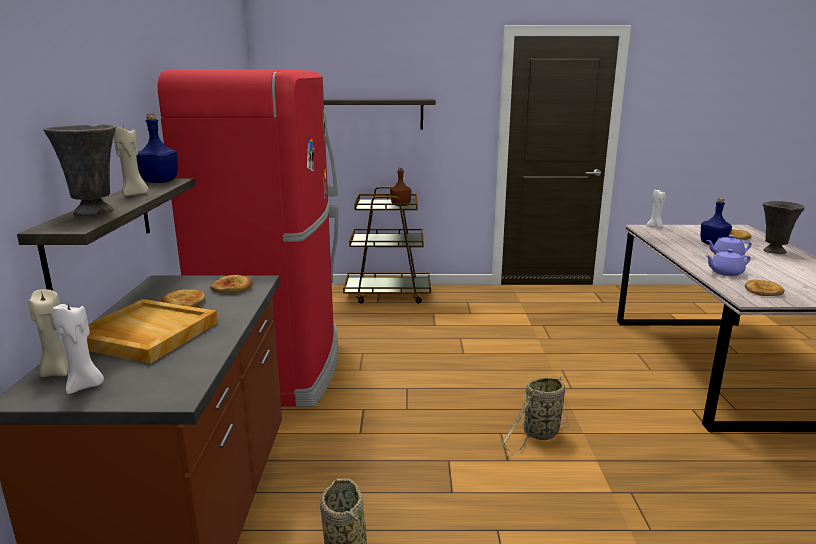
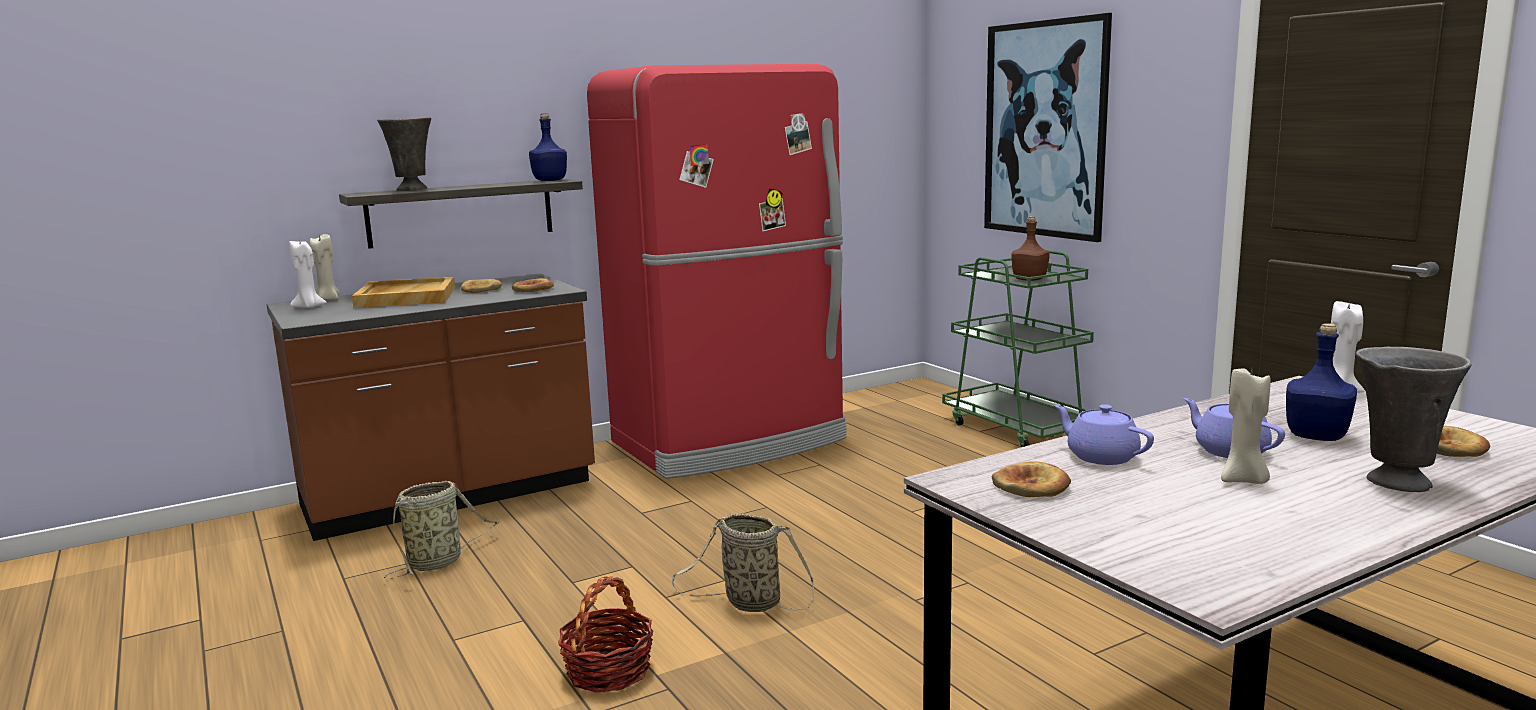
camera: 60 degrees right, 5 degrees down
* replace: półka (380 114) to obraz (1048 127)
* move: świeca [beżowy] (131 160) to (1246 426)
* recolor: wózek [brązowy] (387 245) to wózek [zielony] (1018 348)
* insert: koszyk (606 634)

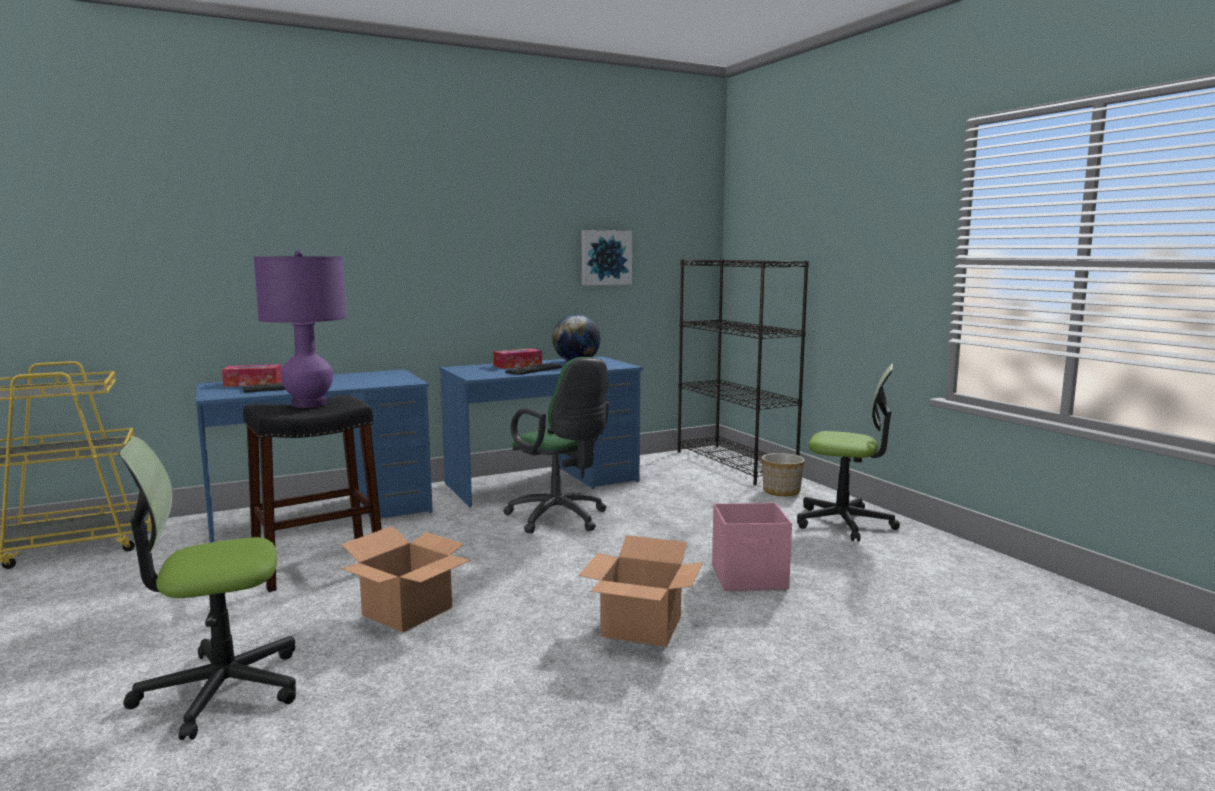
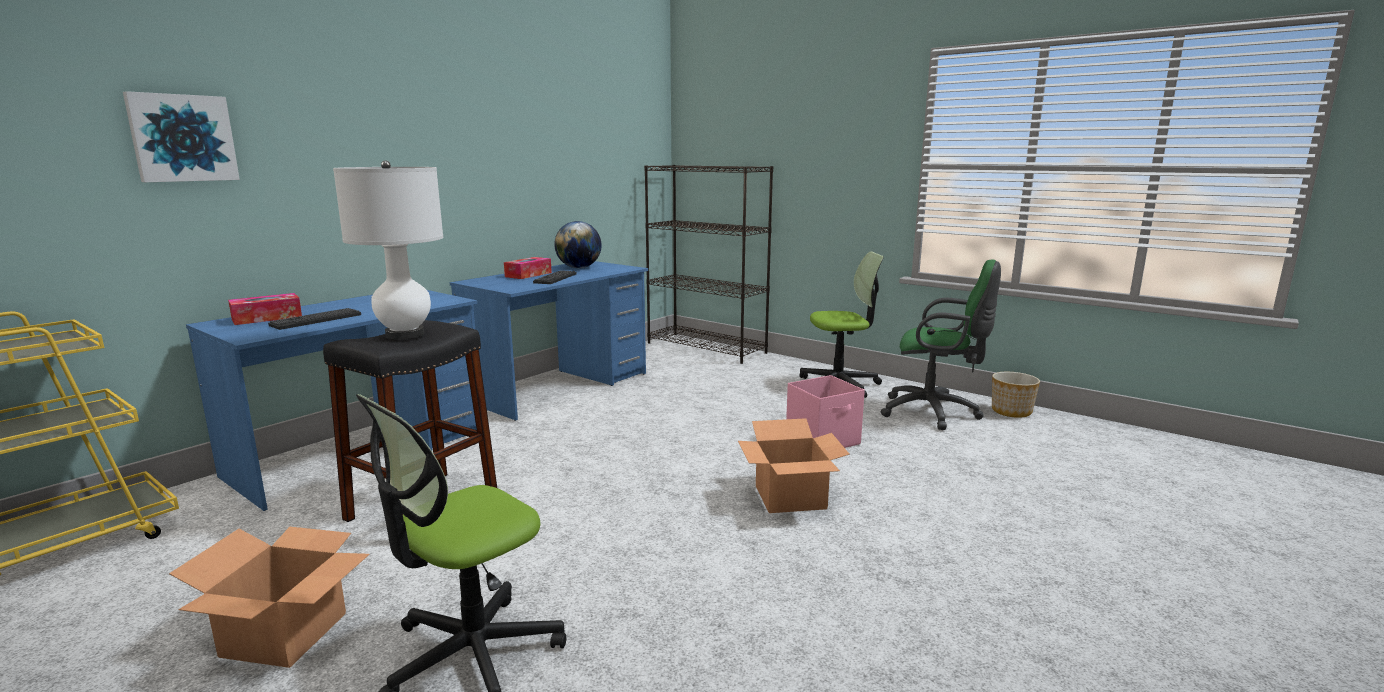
camera: 25 degrees left, 5 degrees up
* move: obraz (606 257) to (181 136)
* recolor: lampa stołowa [fioletowy] (300 329) to lampa stołowa [biały] (388 250)
* move: krzesło biurowe [zielony] (556 445) to (941 345)
* move: donica (783 474) to (1016 395)
* move: karton (405 579) to (269 597)

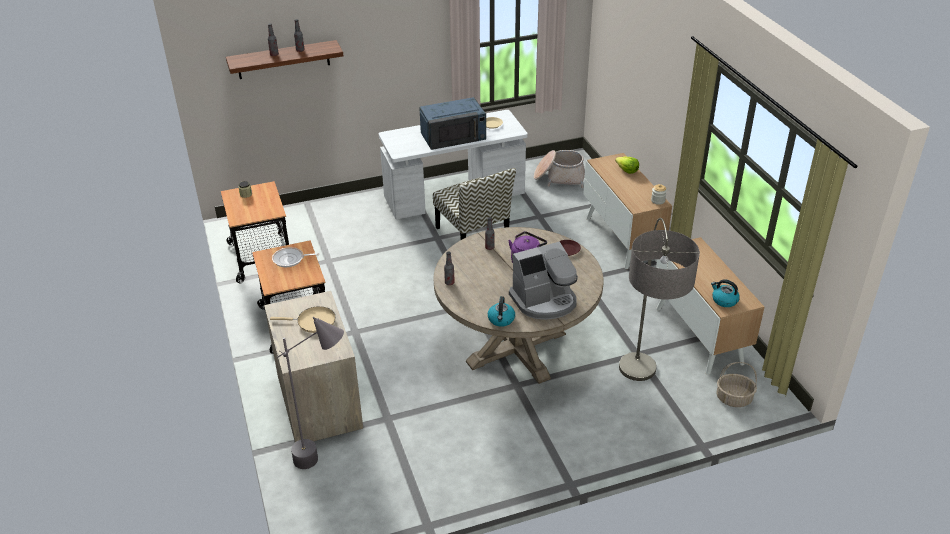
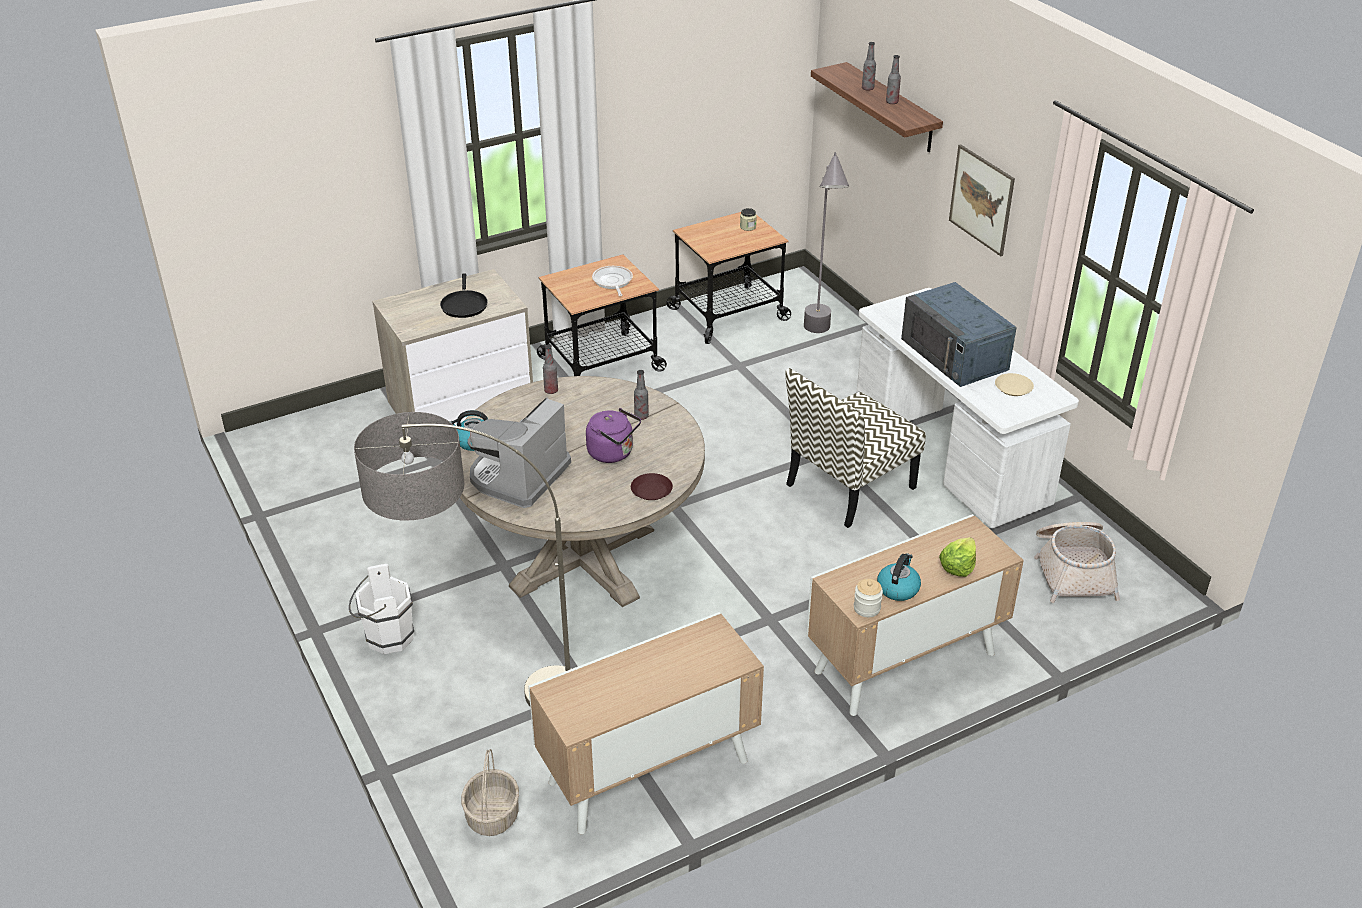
camera: 80 degrees right, 0 degrees up
* rotate: ekspres do kawy (543 280) = (519 452) 60 degrees clockwise
* move: czajnik (725 293) to (899 577)
* recolor: patelnia [beżowy] (303 319) to patelnia [czarny] (464 295)
* move: lampa stojąca [szary] (310 393) to (826 242)
* insert: obraz (982 200)
* insert: wiadro [biały] (381 609)

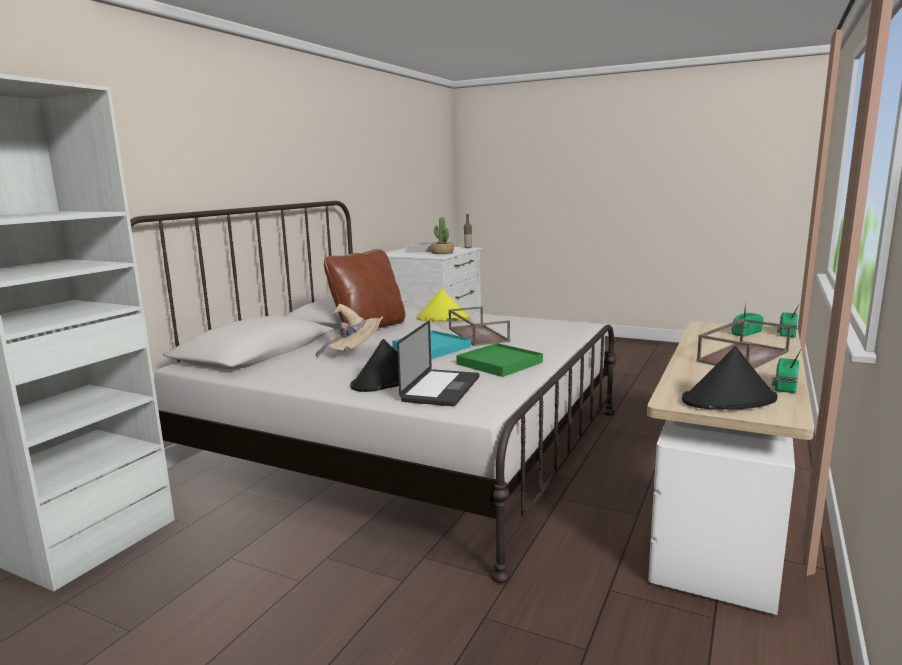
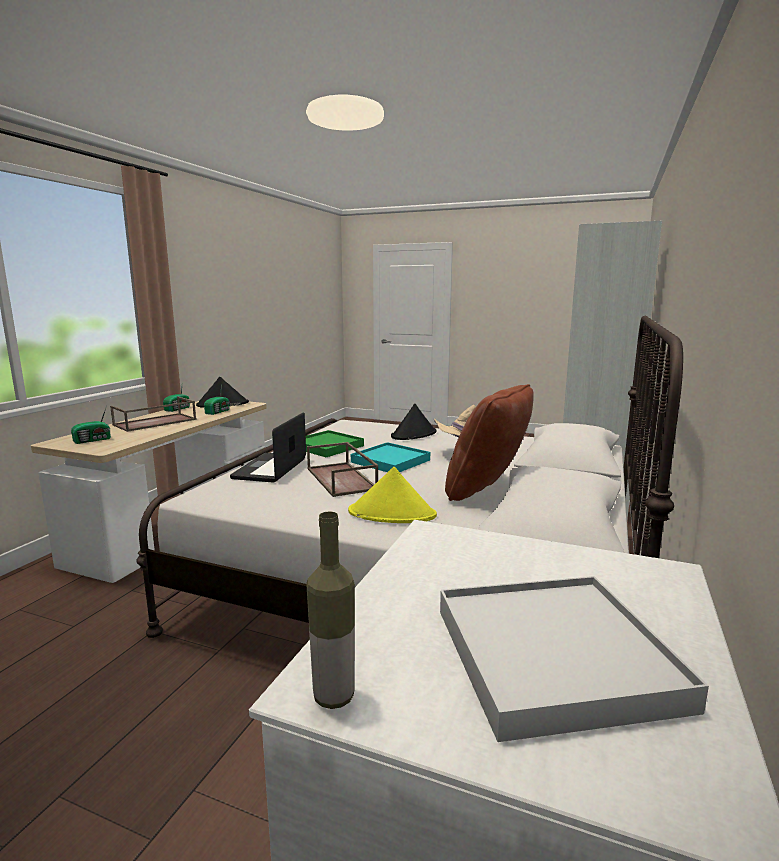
camera: 175 degrees right, 0 degrees up
* delete: roślina doniczkowa (442 235)
* move: radio (788 320) to (217 399)
* move: laptop (438 363) to (268 447)

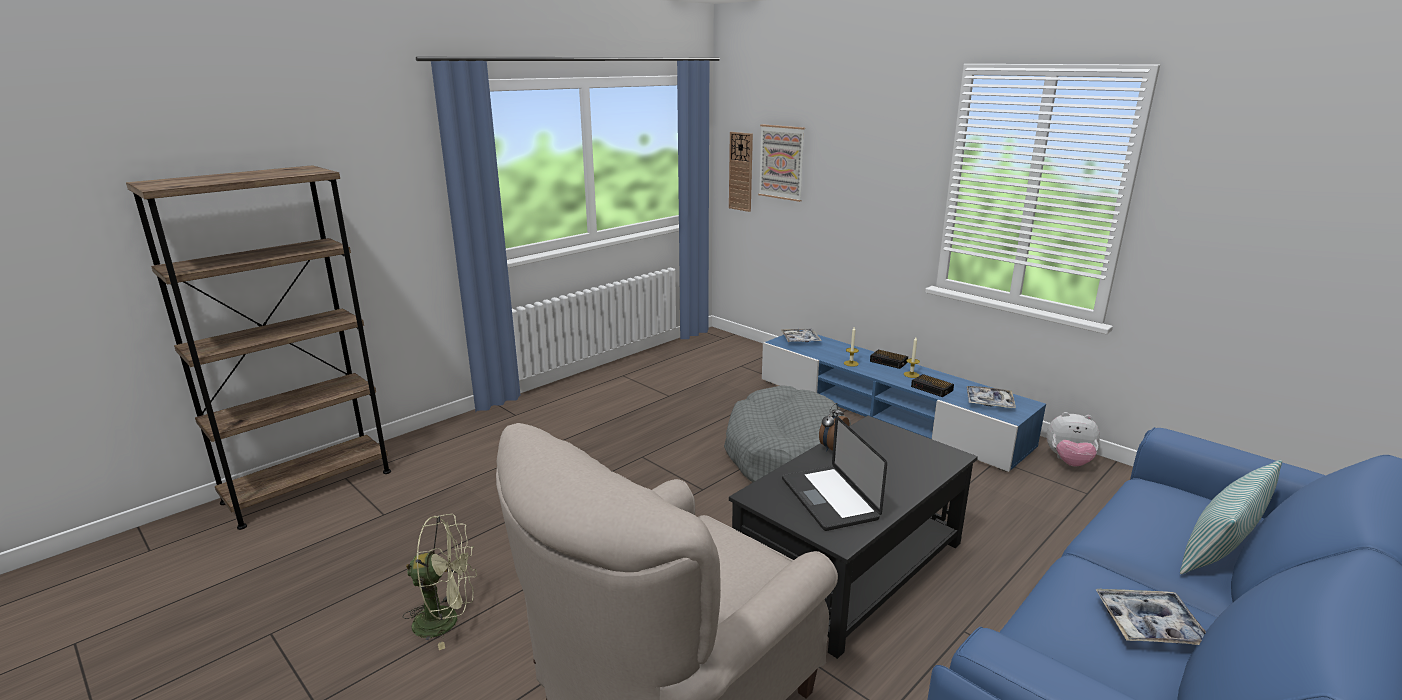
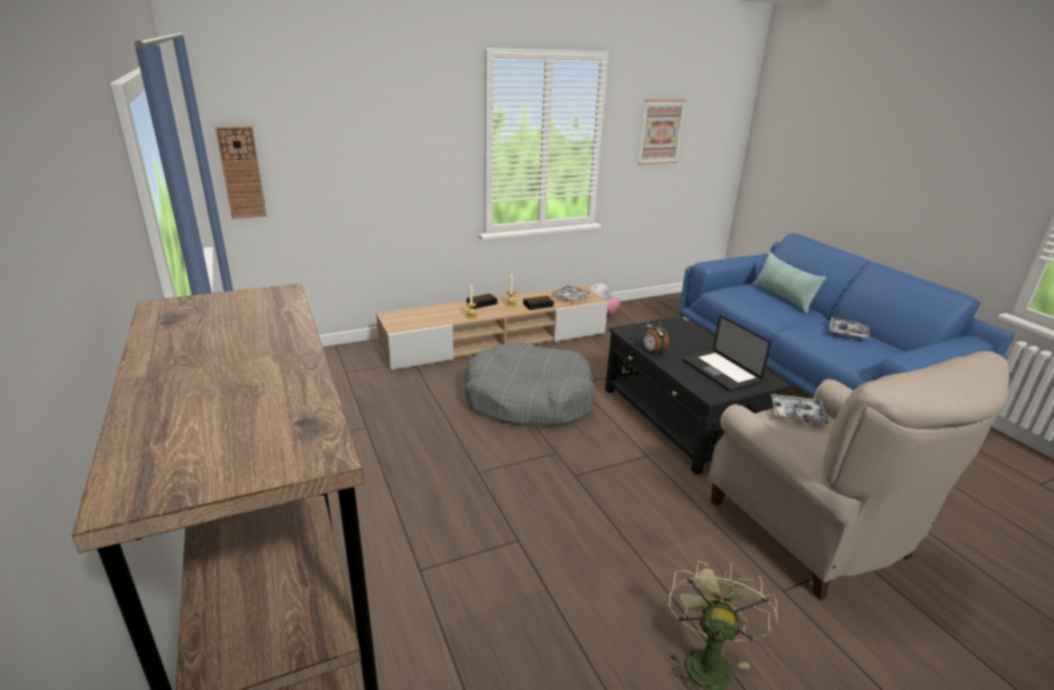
camera: 70 degrees left, 5 degrees up
* move: obraz (781 163) to (662 132)
* move: taca (801 335) to (800 409)
* recolor: szafka pod telewizor [niebieski] (904 401) to szafka pod telewizor [beżowy] (492 327)
* rotate: laptop (834 473) = (727 353) 60 degrees clockwise

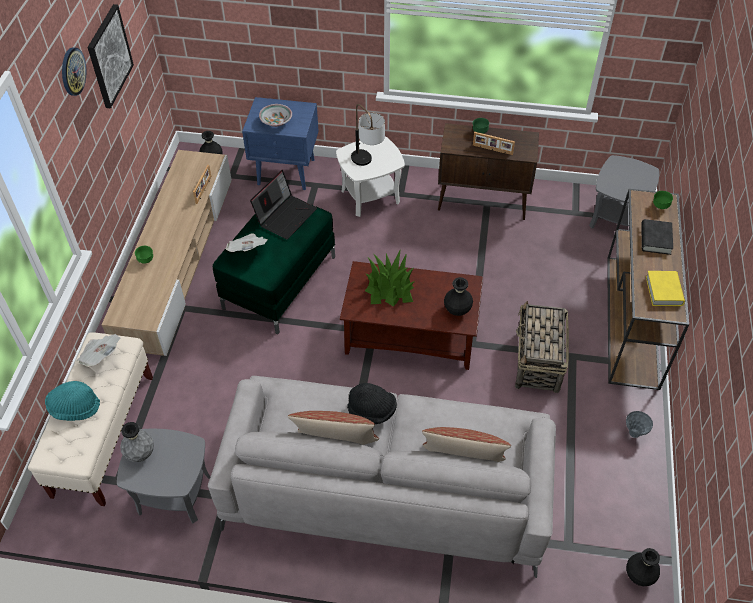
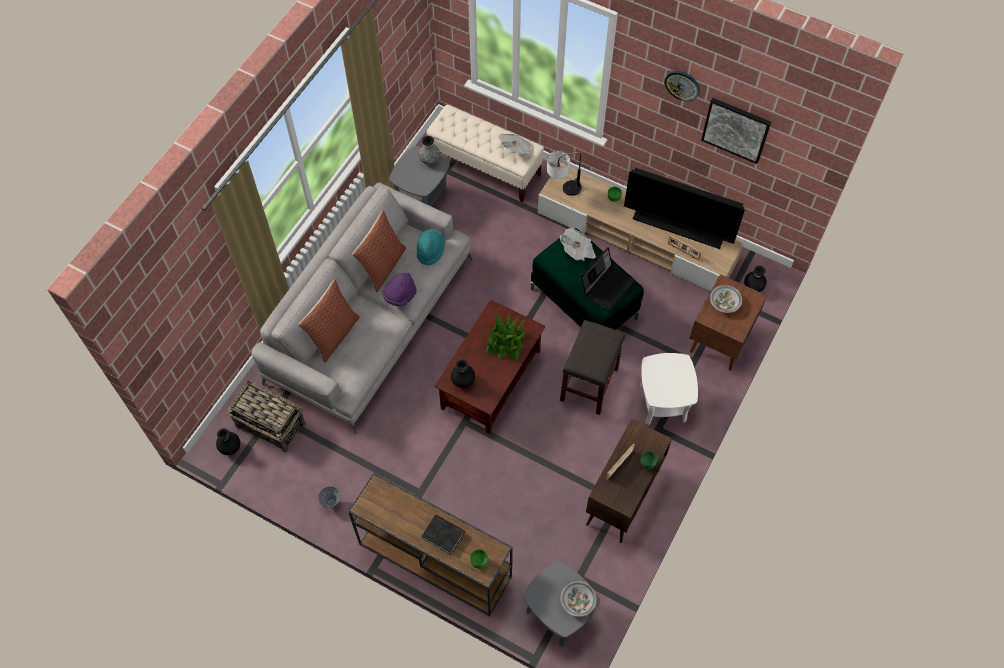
camera: 110 degrees right, 10 degrees up
* recolor: szafka nocna [niebieski] (280 143) to szafka nocna [brązowy] (728 322)
* move: lampa stołowa (368 135) to (564 173)
* rotate: laptop (283 204) = (608 279) 105 degrees counterclockwise
* delete: książka [żółty] (665 288)
* move: koszyk (542 347) to (266 416)
* move: kapelusz [turkusowy] (72 401) to (430 247)
* recolor: kapelusz [czarny] (372 403) to kapelusz [fioletowy] (400 289)
* insert: telewizor (684 208)
* insert: stołek [szary] (592 367)
* insert: miska (579 599)

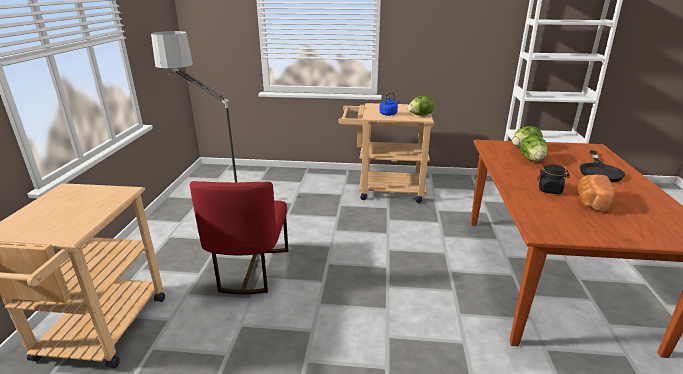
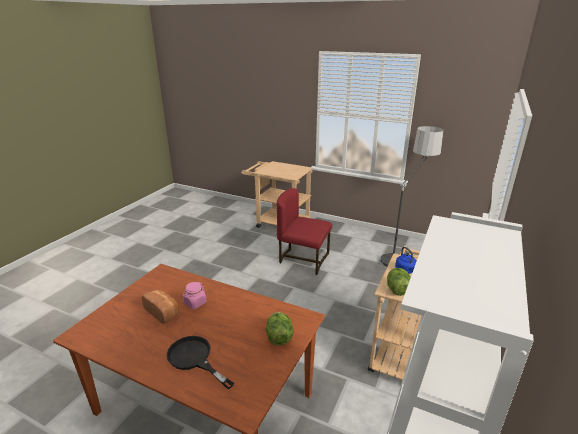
camera: 110 degrees right, 0 degrees up
* delete: sałata (534 148)
* recolor: słoik [czarny] (553 179) to słoik [różowy] (194 295)

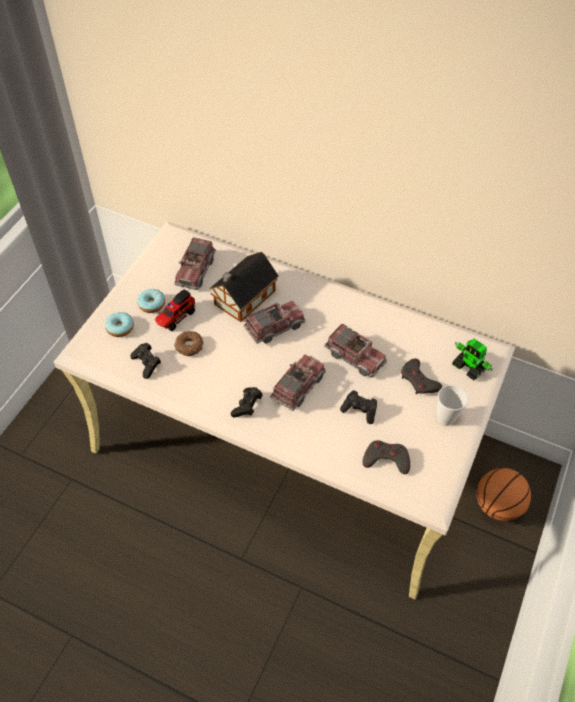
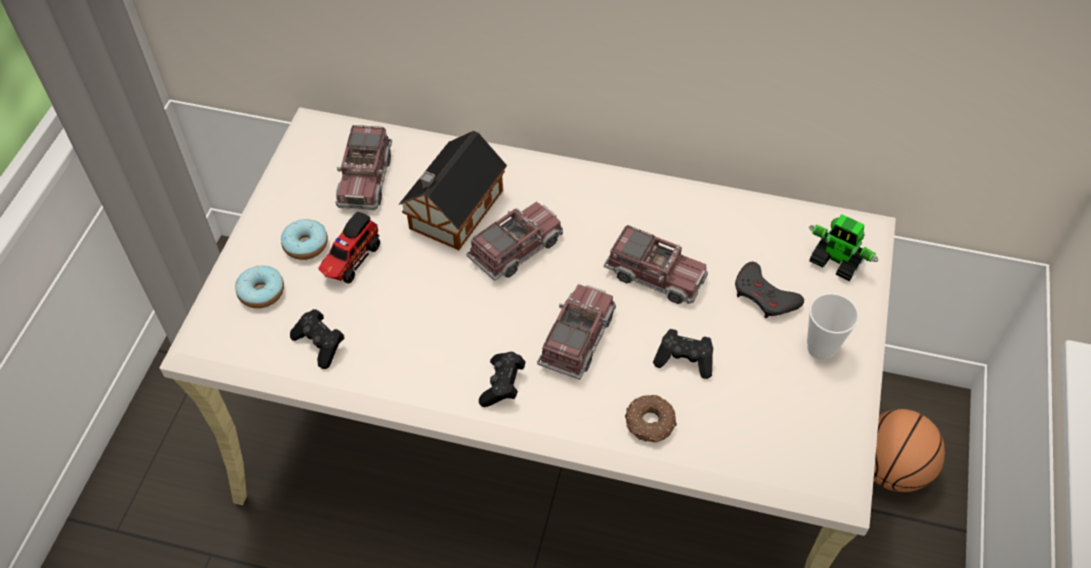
camera: 10 degrees left, 0 degrees up
* move: donut (189 343) to (651 418)
* delete: pad do gier [szary] (386 457)

